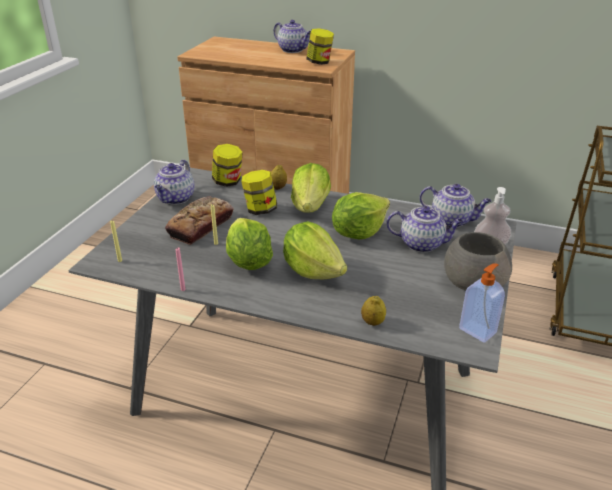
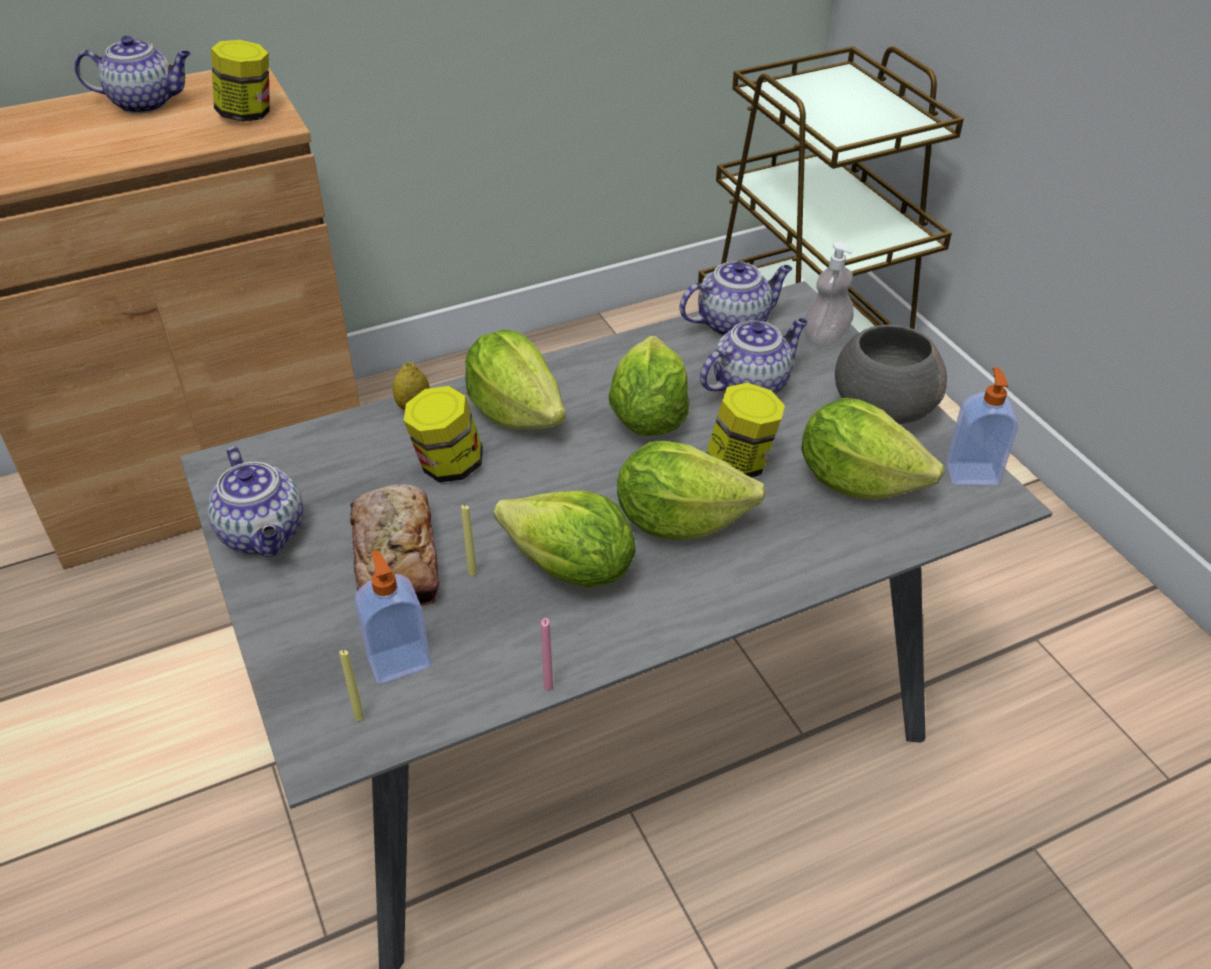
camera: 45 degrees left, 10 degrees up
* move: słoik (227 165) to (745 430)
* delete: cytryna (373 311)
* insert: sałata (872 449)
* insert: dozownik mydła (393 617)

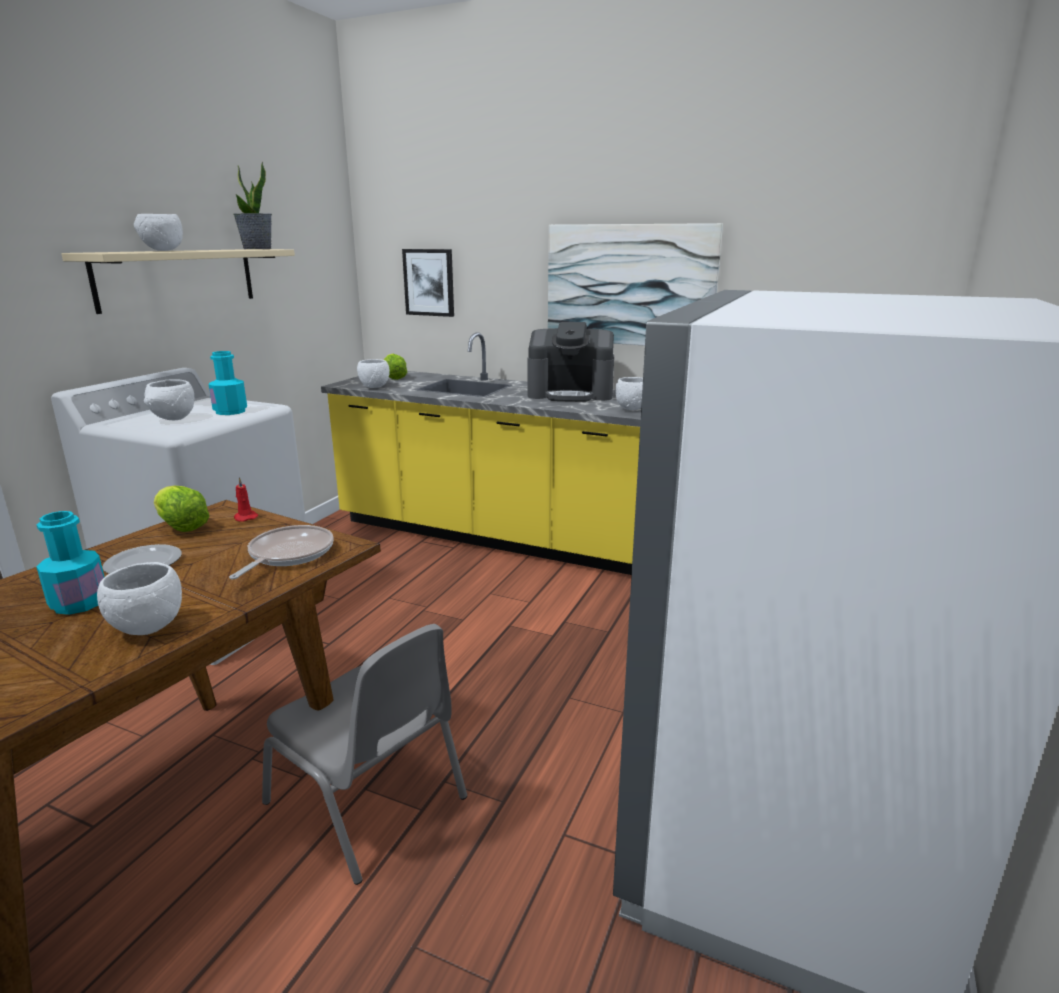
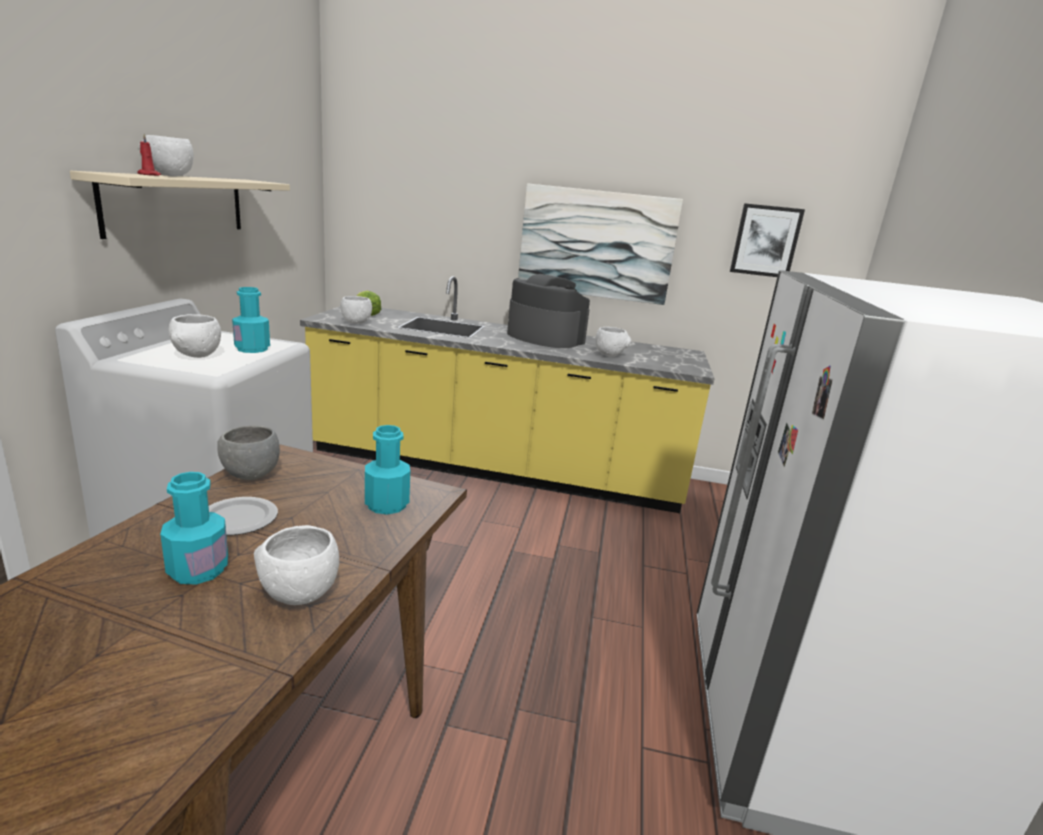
camera: 15 degrees left, 0 degrees up
* delete: roślina doniczkowa (252 205)
* move: obraz (428 283) to (767 240)
* rotate: ekspres do kawy (571 362) = (548 311) 135 degrees counterclockwise
* move: świeca [czerwony] (246 499) to (149 155)
* replace: sałata (181 509) to miska [szary] (248 452)
* replace: patelnia (281 552) to butelka [turkusowy] (387 470)
* delete: krzesło [szary] (364 754)

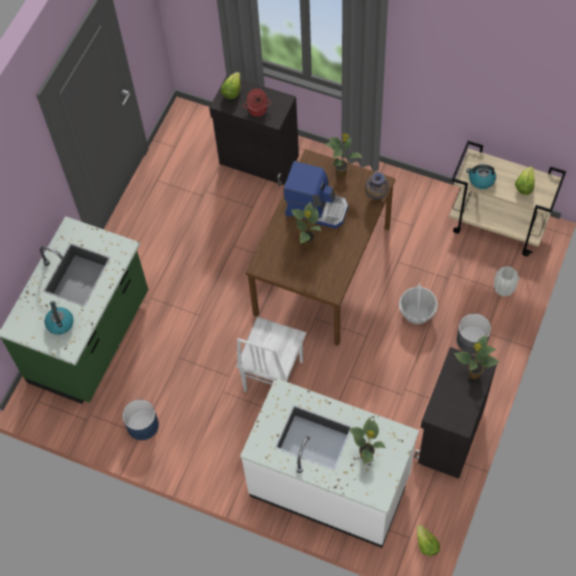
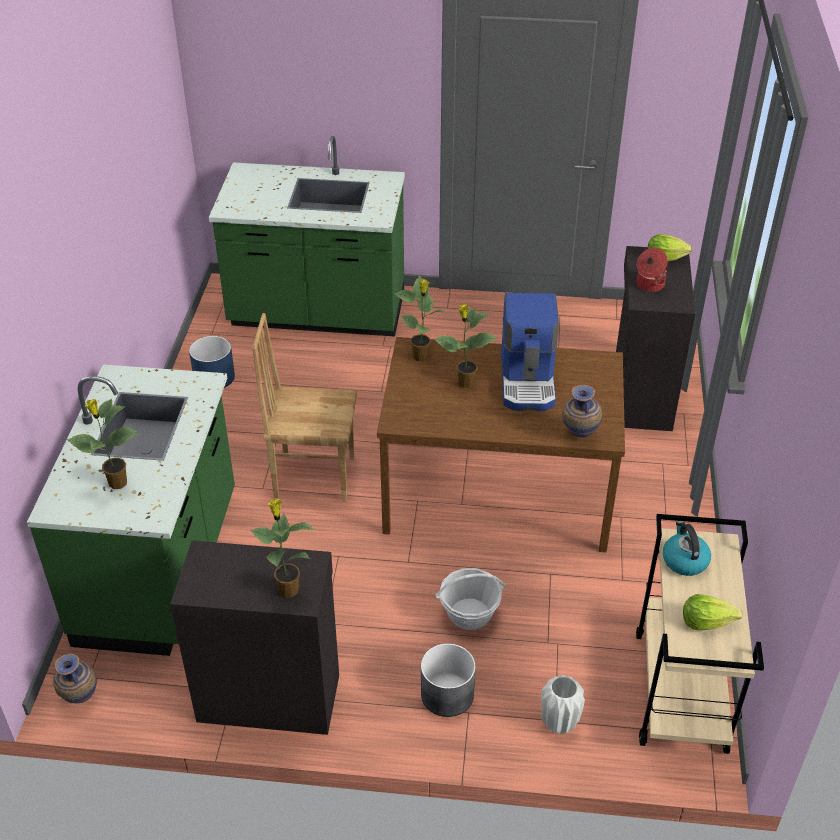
camera: 70 degrees right, 20 degrees down
* move: roślina doniczkowa (344 155) to (420 319)
* delete: czajnik (59 318)
* recolor: krzesło [biały] (271 354) to krzesło [brązowy] (304 407)
* recolor: zabudowa kuchenna [biały] (329 463) to zabudowa kuchenna [zielony] (131 510)
* replace: sałata (428 540) to wazon (75 678)

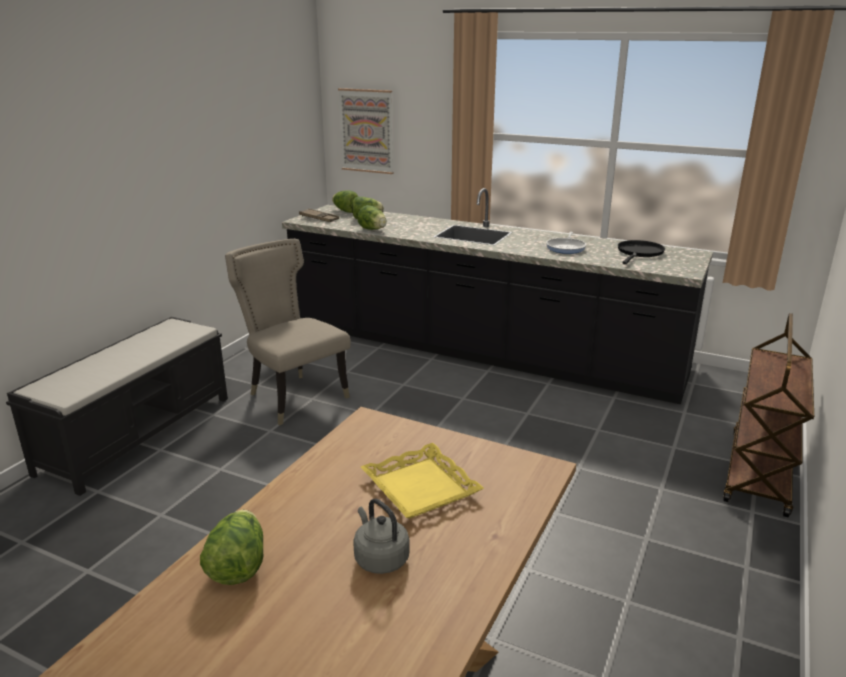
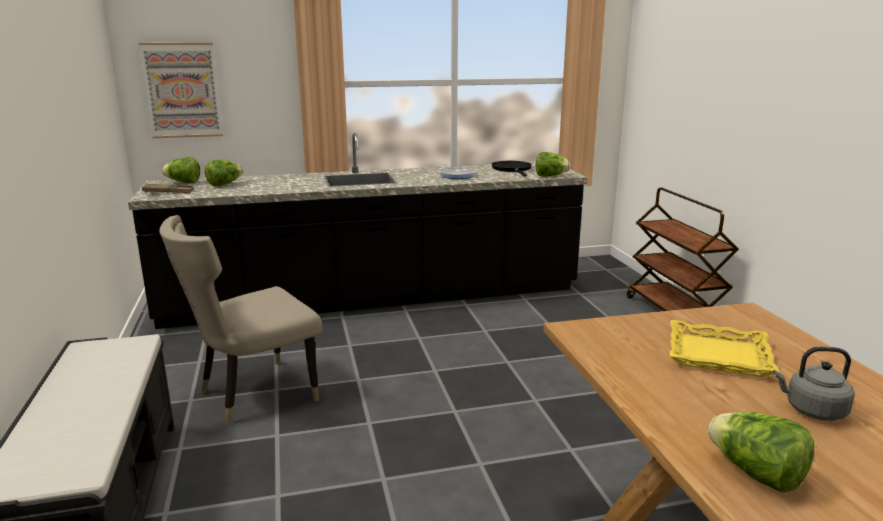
camera: 40 degrees left, 5 degrees down
* move: sałata (372 217) to (553 164)
* rotate: krzesło [beżowy] (288 332) = (240 320) 45 degrees counterclockwise

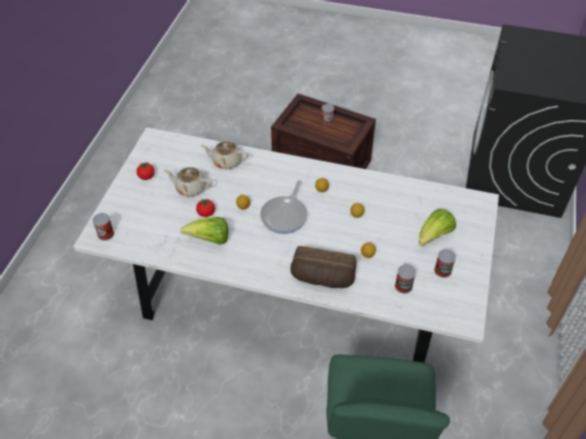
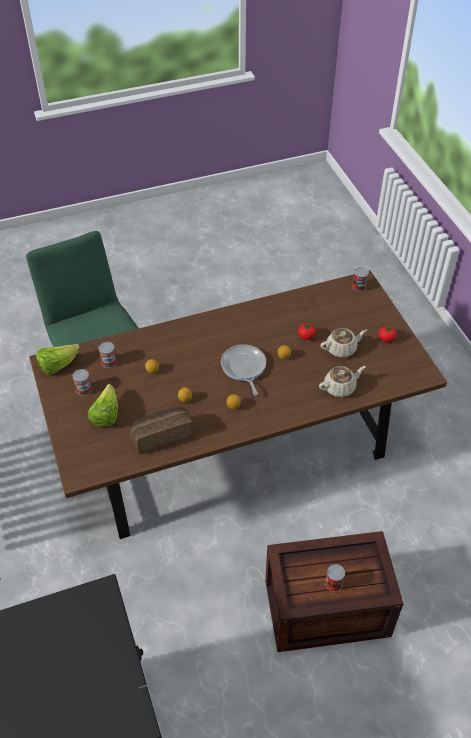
camera: 145 degrees right, 0 degrees up
* recolor: stół jadalny [biały] (286 245) to stół jadalny [brązowy] (238 404)
* move: sałata (204 230) to (58 359)
* move: chleb (323 267) to (161 430)

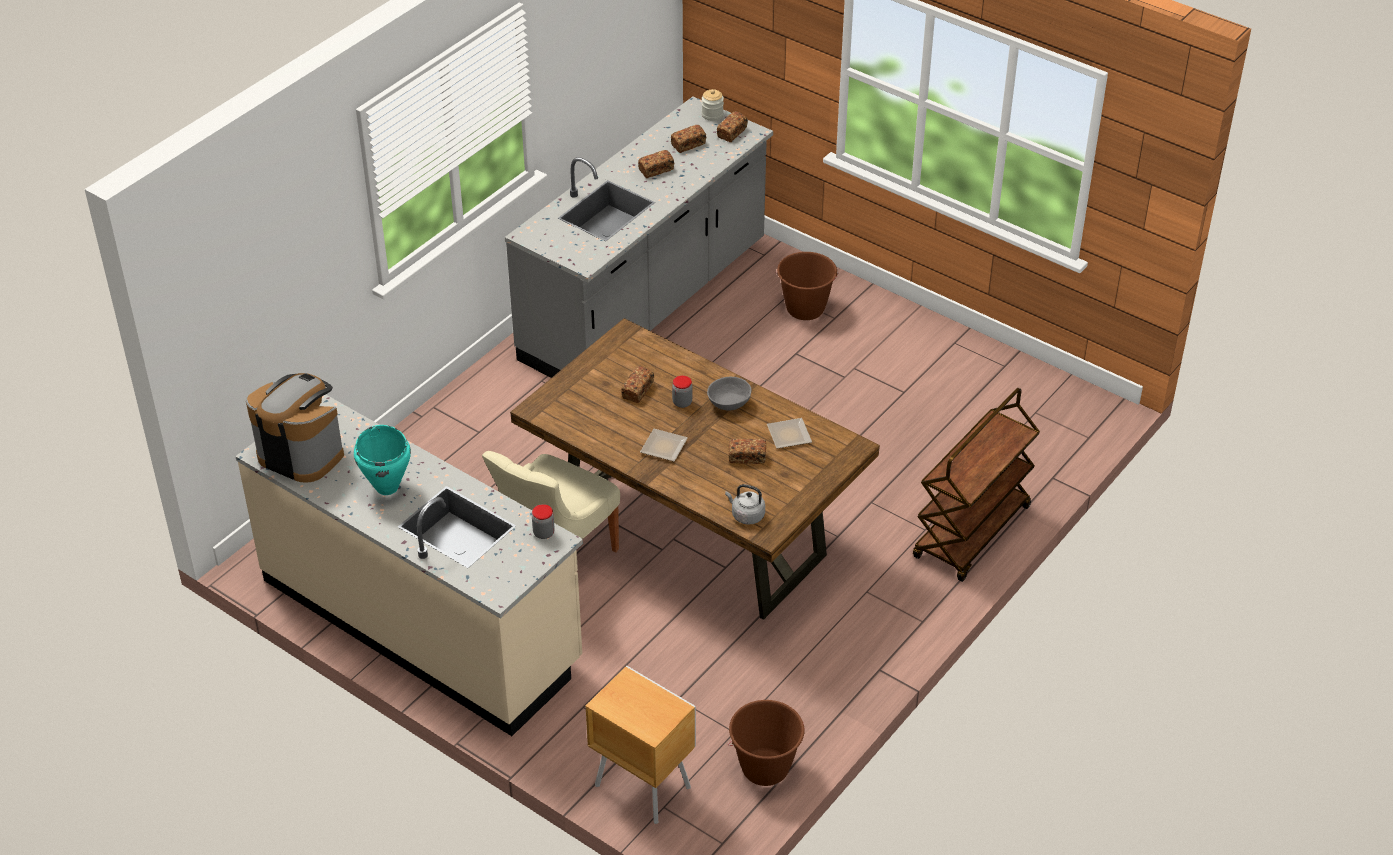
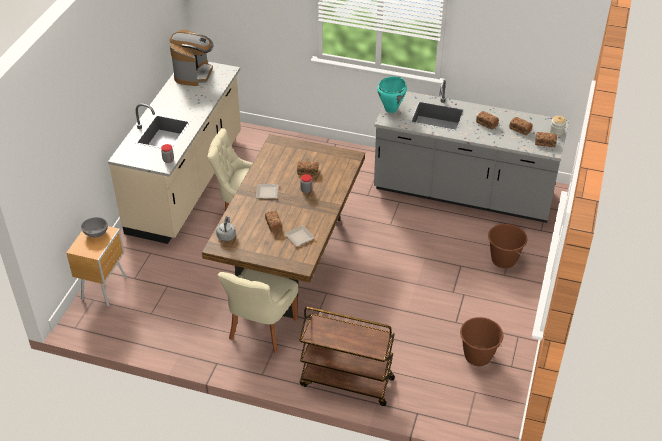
camera: 70 degrees right, 0 degrees up
* move: miska [szary] (729 394) to (94 227)
* move: garnek [turkusowy] (382 460) to (392 94)
* move: wiadro [brązowy] (766 743) to (481 341)
* insert: krzesło [beżowy] (257 311)

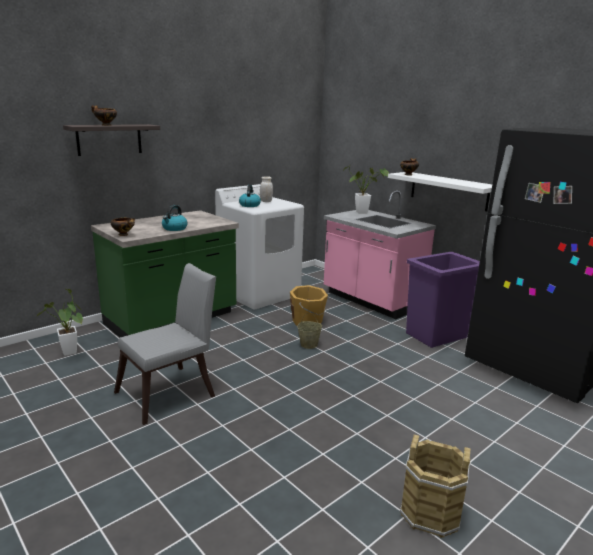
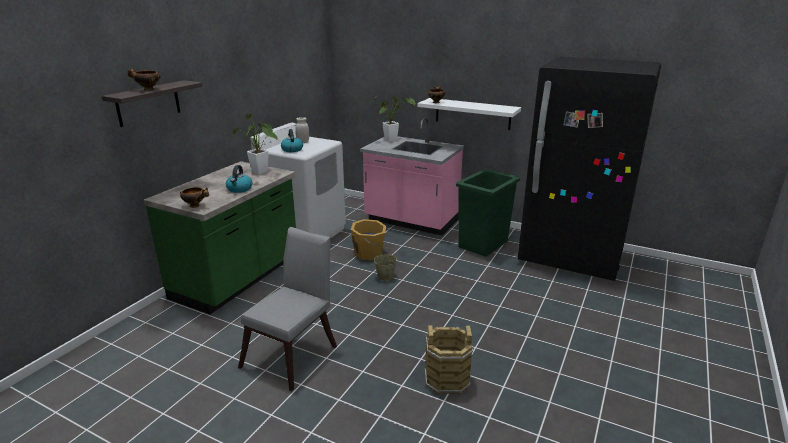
camera: 20 degrees left, 5 degrees up
* recolor: kosz na śmieci [fioletowy] (443 300) to kosz na śmieci [zielony] (488 213)
* move: roślina doniczkowa (59 322) to (255 144)
* move: wiadro [brązowy] (435 486) to (448 360)

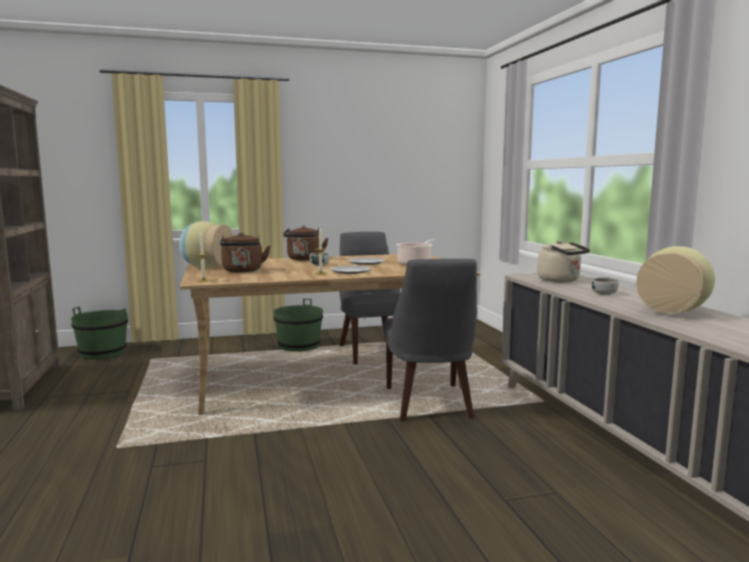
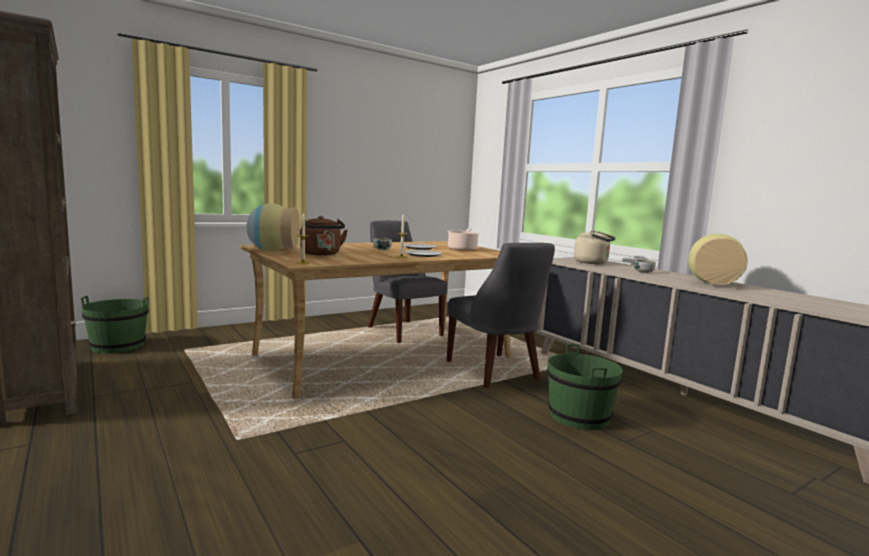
camera: 20 degrees left, 0 degrees up
* delete: czajnik [brązowy] (305 243)
* move: wiadro [zielony] (298 325) to (585 387)

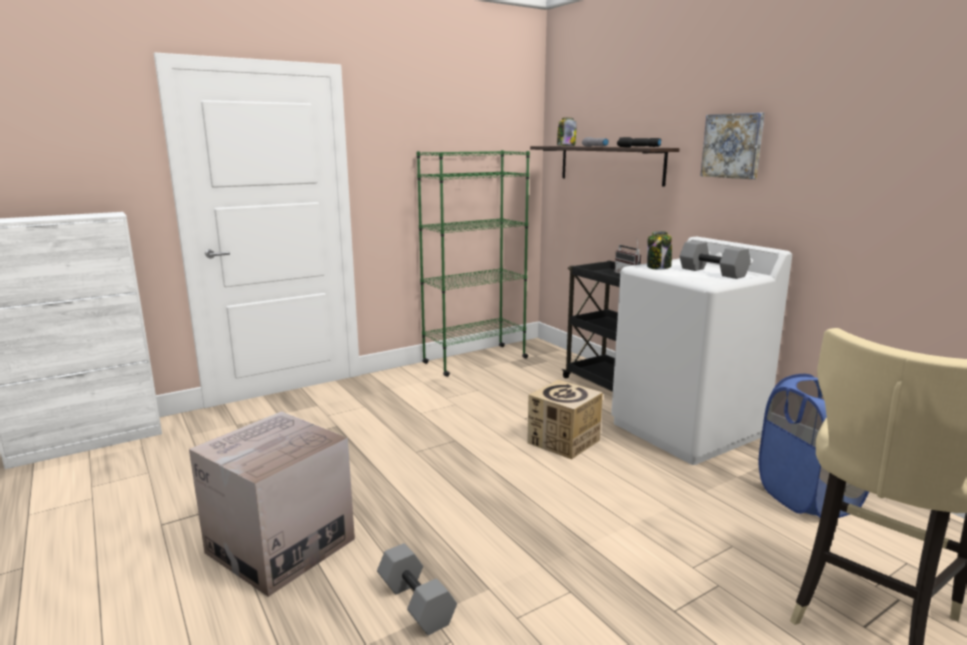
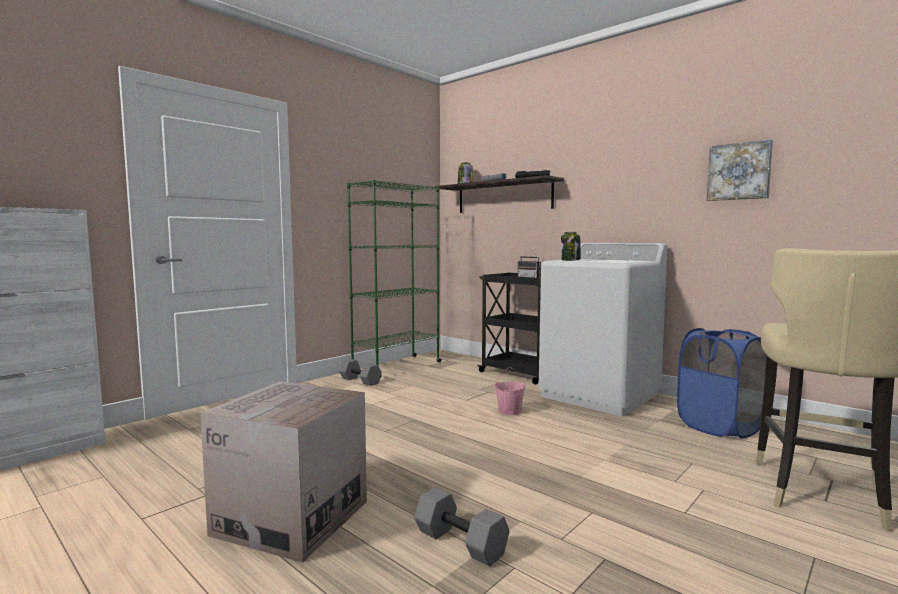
camera: 15 degrees left, 10 degrees down
* move: obraz (732 146) to (740 170)
* move: hantel [szary] (715 260) to (360 372)
* replace: karton (565 419) to wiadro [różowy] (510 391)

